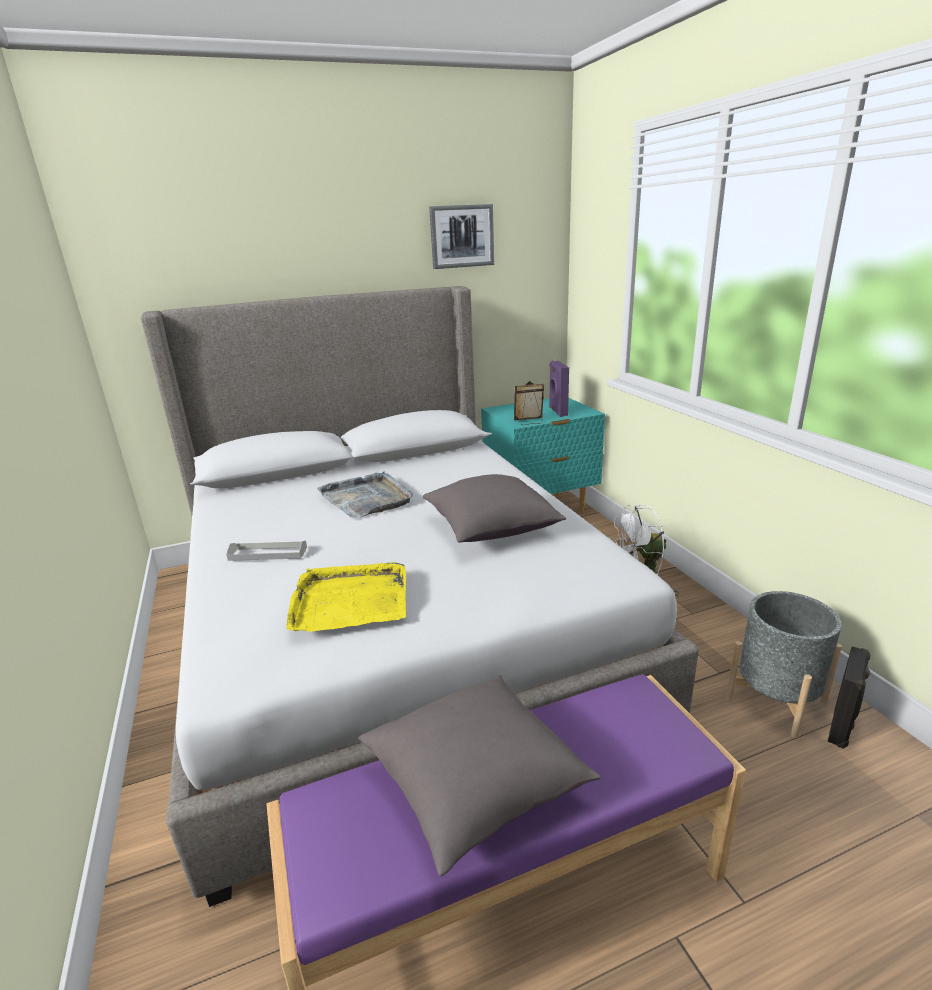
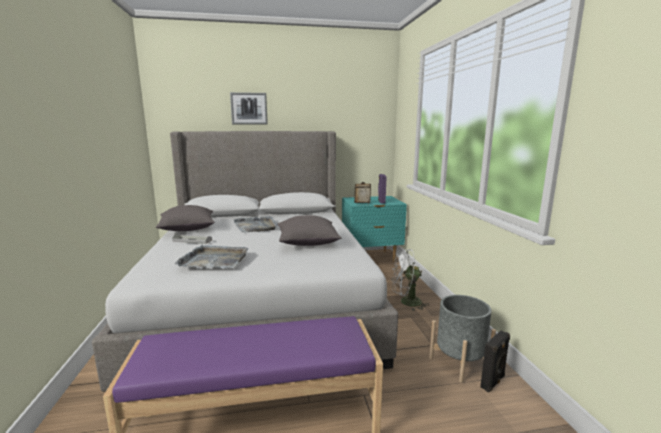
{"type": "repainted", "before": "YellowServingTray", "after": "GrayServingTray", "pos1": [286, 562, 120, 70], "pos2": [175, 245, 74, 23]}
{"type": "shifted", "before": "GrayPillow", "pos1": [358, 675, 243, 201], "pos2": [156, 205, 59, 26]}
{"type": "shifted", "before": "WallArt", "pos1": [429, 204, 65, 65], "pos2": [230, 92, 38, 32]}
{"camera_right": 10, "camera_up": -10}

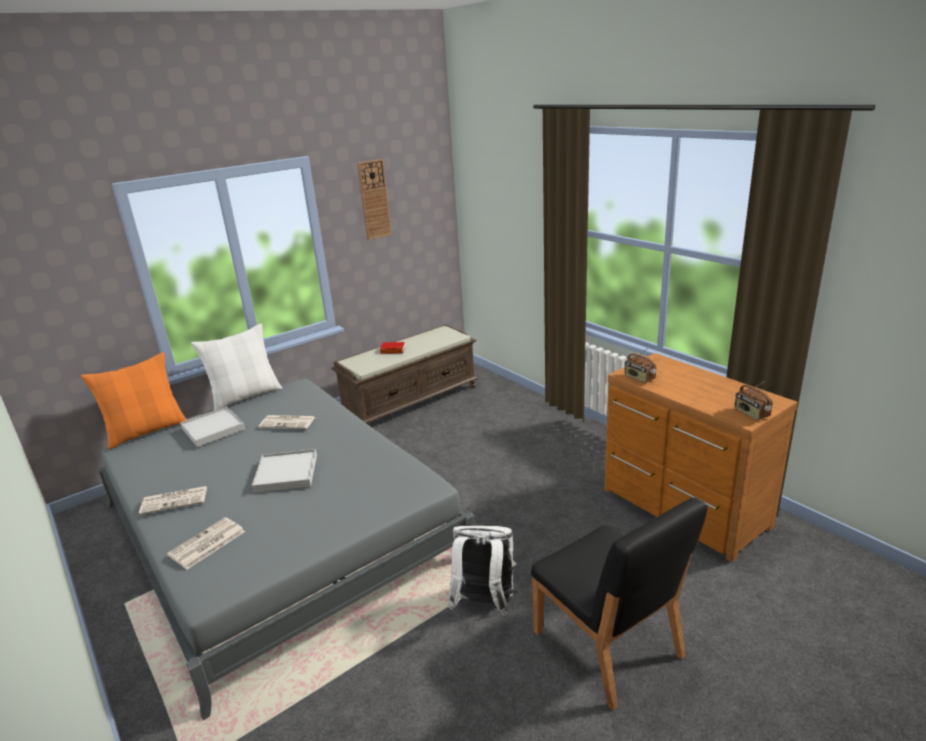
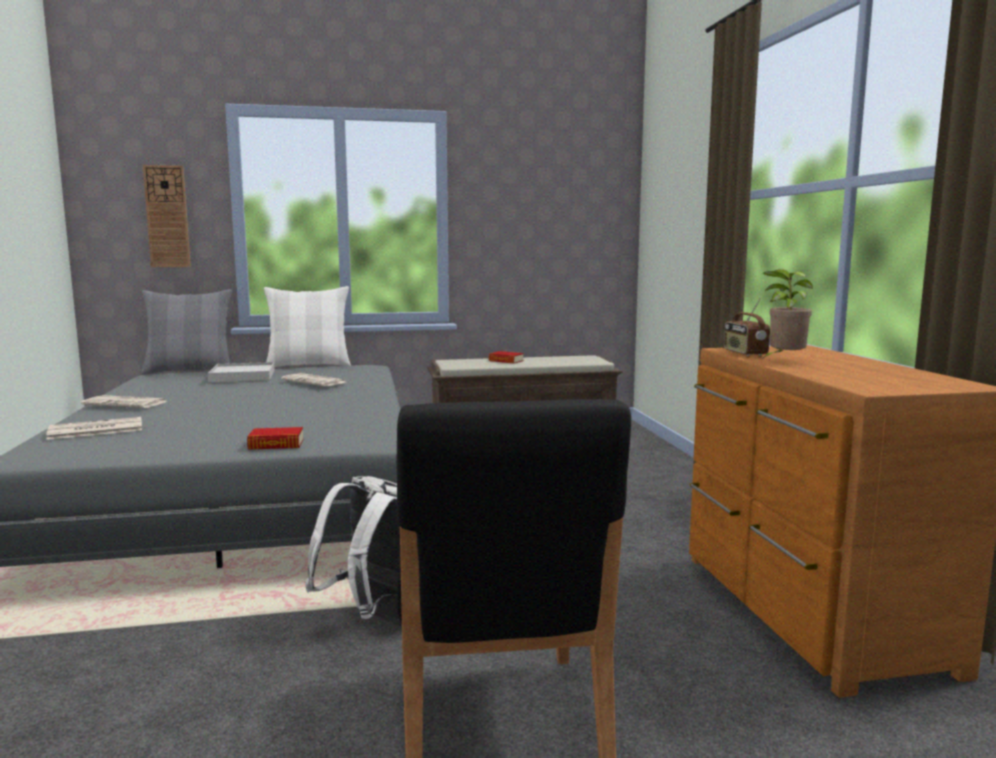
{"type": "repainted", "before": "OrangeyPillow", "after": "GrayPillow", "pos1": [81, 352, 106, 97], "pos2": [141, 289, 91, 86]}
{"type": "gone", "before": "WhitishServingTray", "pos1": [252, 449, 65, 44]}
{"type": "shifted", "before": "HangingClock", "pos1": [357, 159, 35, 81], "pos2": [143, 165, 48, 102]}
{"type": "gone", "before": "Radio", "pos1": [734, 380, 39, 40]}
{"type": "new", "after": "Volume", "pos2": [247, 427, 56, 23]}
{"type": "new", "after": "Houseplant", "pos2": [761, 269, 52, 91]}
{"camera_right": 25, "camera_up": -15}

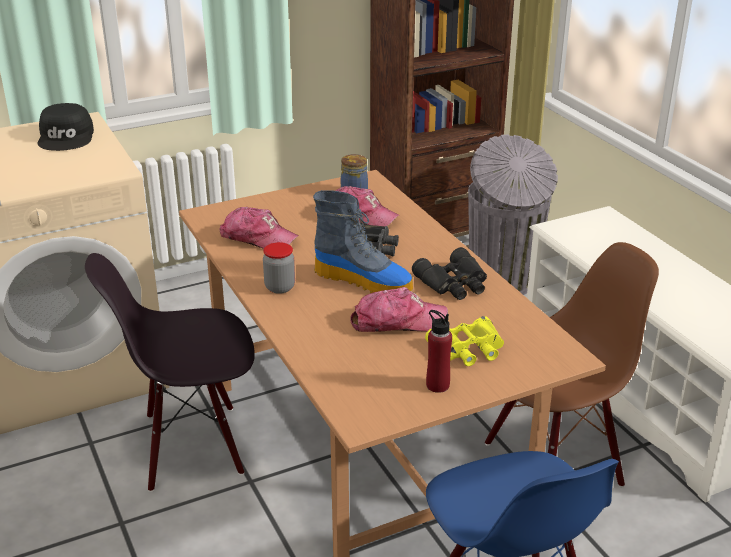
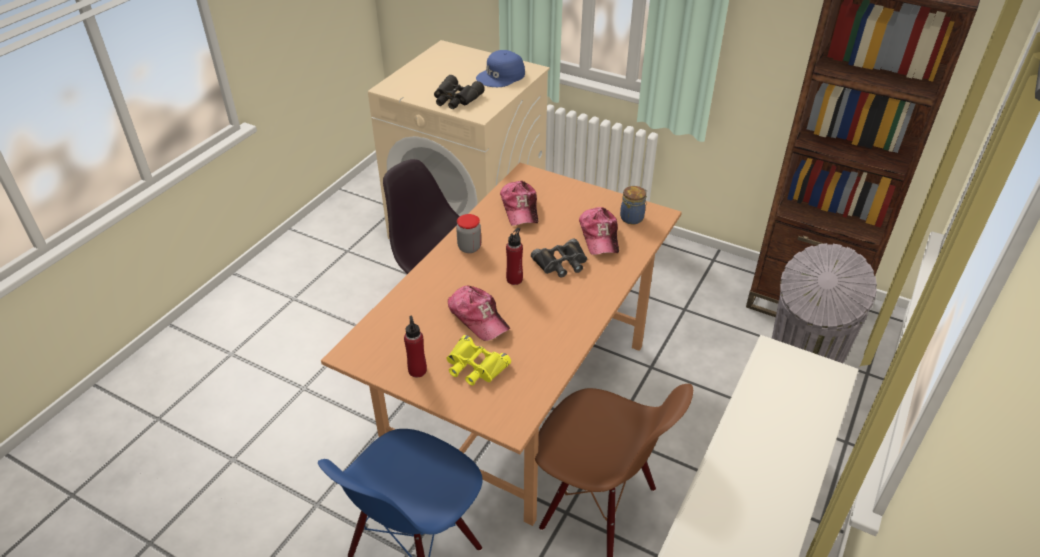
{"type": "repainted", "before": "BlackCap", "after": "BlueColouredCap", "pos1": [38, 103, 56, 48], "pos2": [476, 50, 49, 37]}
{"type": "swapped", "before": "TallBoot", "after": "RedColouredBeverageBottle", "pos1": [313, 190, 100, 103], "pos2": [506, 228, 17, 57]}
{"type": "shifted", "before": "BlackBinoculars", "pos1": [412, 247, 75, 53], "pos2": [434, 75, 51, 34]}
{"camera_right": 55, "camera_up": 10}

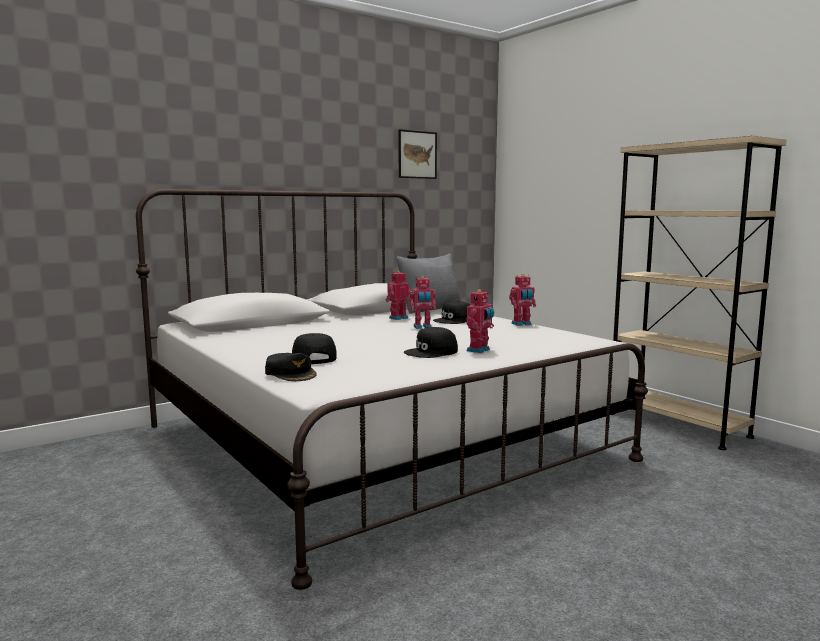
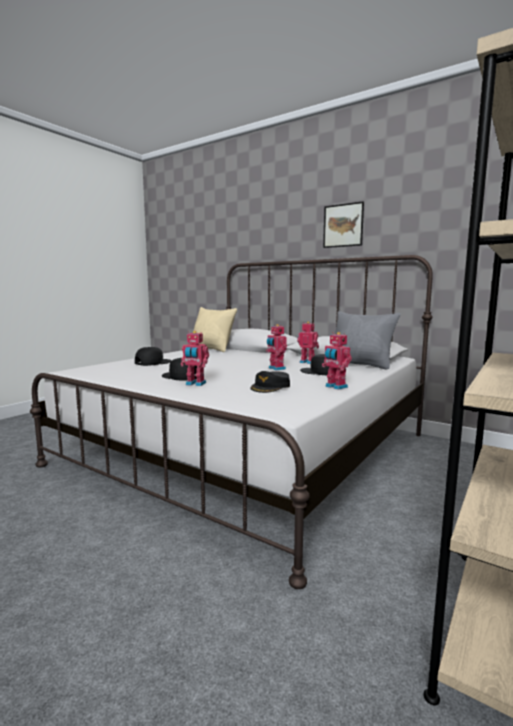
{"type": "shifted", "before": "BlackCap", "pos1": [265, 353, 52, 28], "pos2": [250, 371, 40, 22]}
{"type": "shifted", "before": "WallArt", "pos1": [399, 129, 38, 50], "pos2": [323, 201, 41, 47]}
{"type": "new", "after": "SandColouredPillow", "pos2": [194, 307, 43, 45]}
{"camera_right": 70, "camera_up": 0}

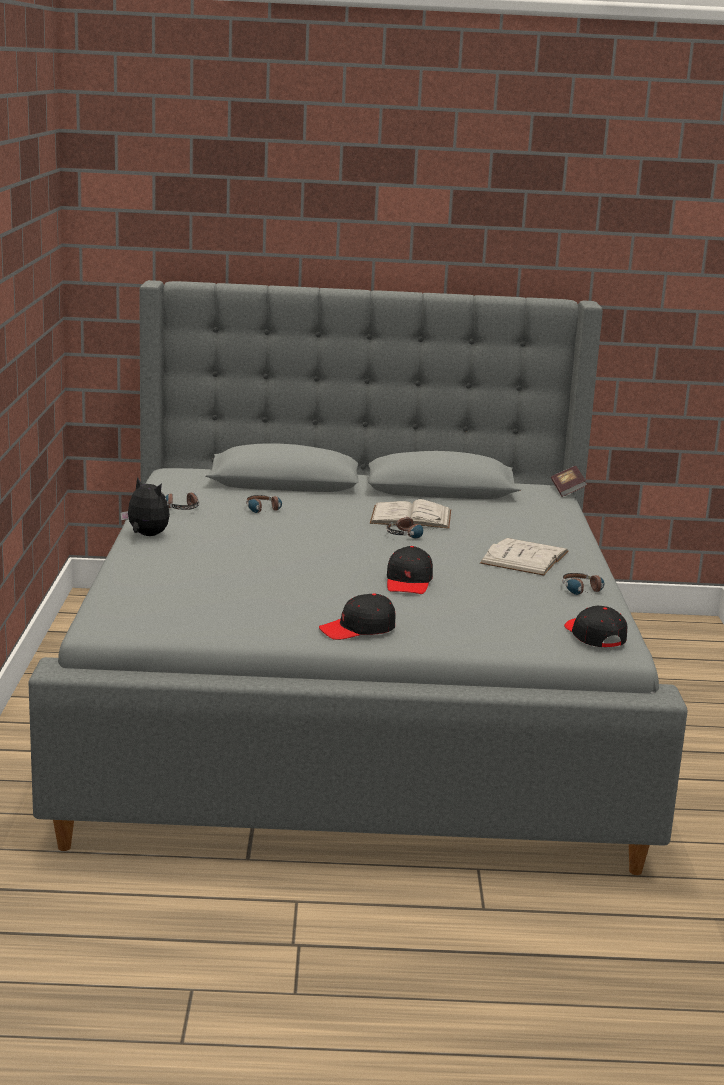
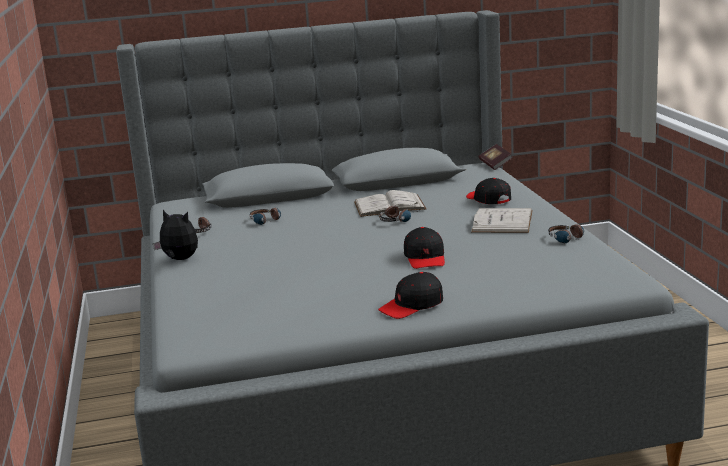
{"type": "shifted", "before": "BlackCap", "pos1": [564, 606, 63, 41], "pos2": [466, 178, 45, 26]}
{"camera_right": -10, "camera_up": 0}

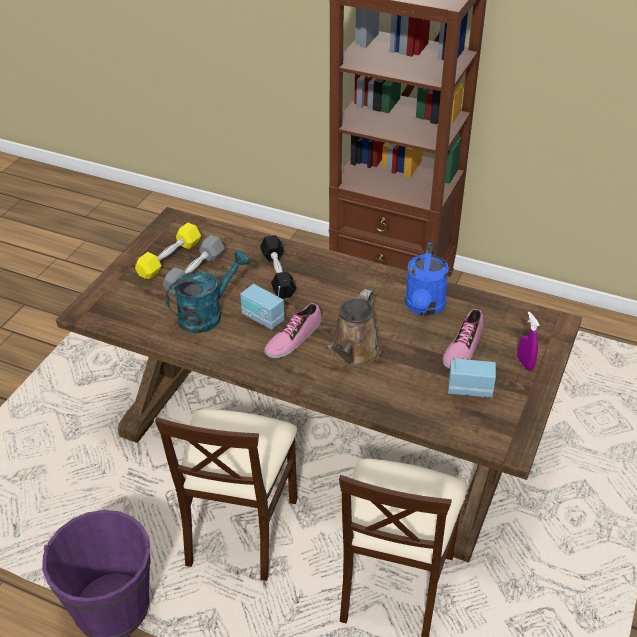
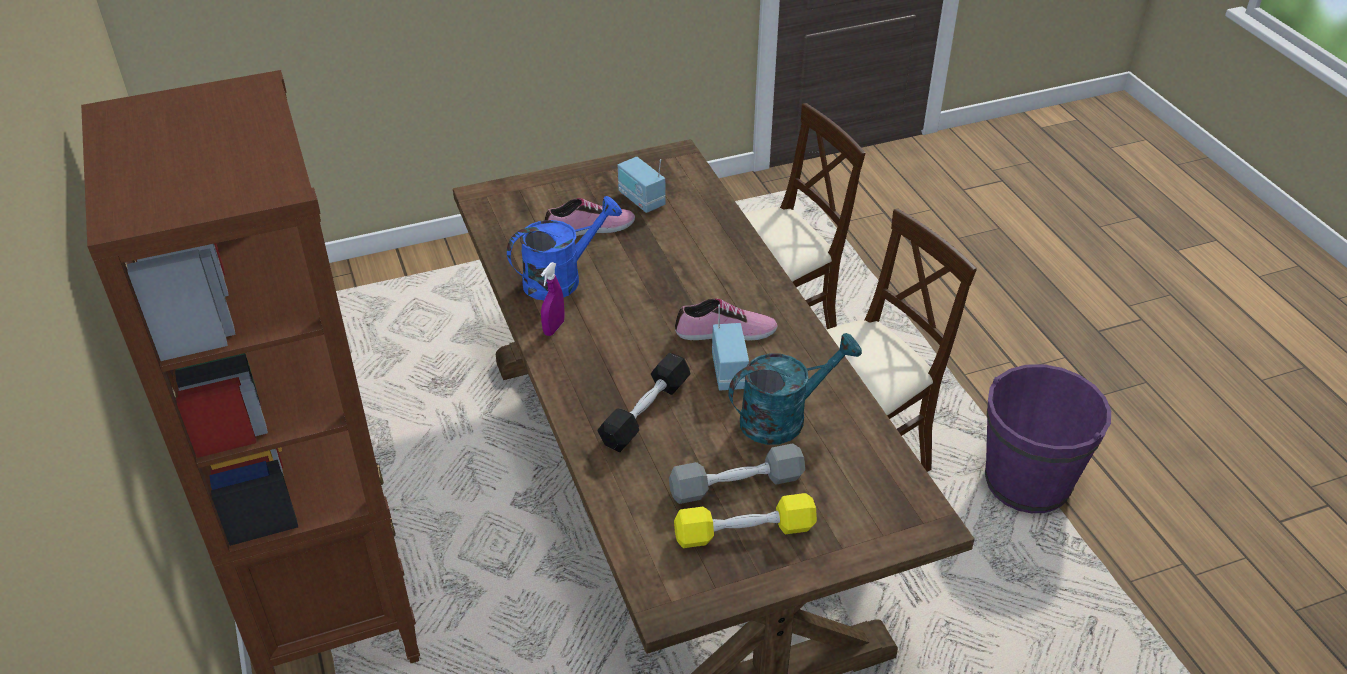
{"type": "rotated", "before": "BlueGreenWateringPot", "pos1": [166, 250, 84, 83], "pos2": [728, 333, 134, 112], "turn": 150}
{"type": "gone", "before": "BrownishWateringPot", "pos1": [326, 289, 56, 78]}
{"type": "shifted", "before": "PurpleHandSprayer", "pos1": [517, 312, 23, 59], "pos2": [541, 262, 24, 74]}
{"camera_right": -135, "camera_up": 0}

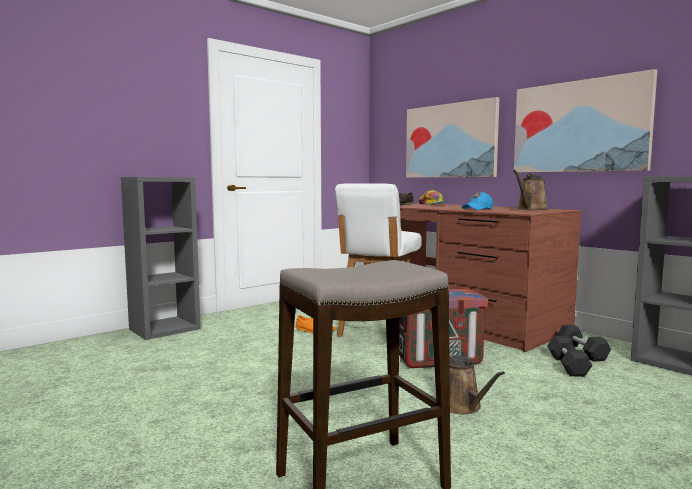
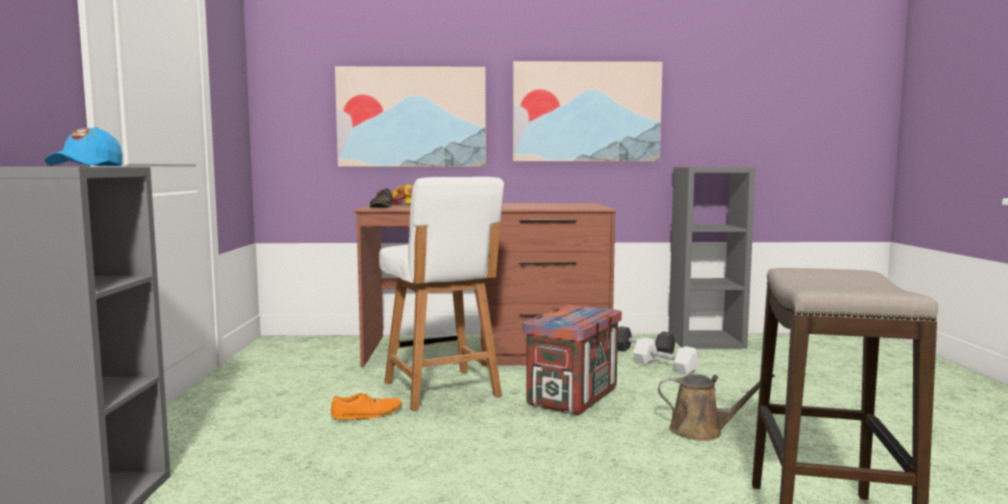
{"type": "shifted", "before": "BlueColouredCap", "pos1": [462, 192, 31, 18], "pos2": [45, 127, 78, 39]}
{"type": "gone", "before": "BrownishWateringPot", "pos1": [513, 170, 35, 40]}
{"type": "repainted", "before": "BlackFreeWeight", "after": "WhitishFreeWeight", "pos1": [547, 336, 46, 41], "pos2": [633, 338, 66, 37]}
{"camera_right": -50, "camera_up": 0}

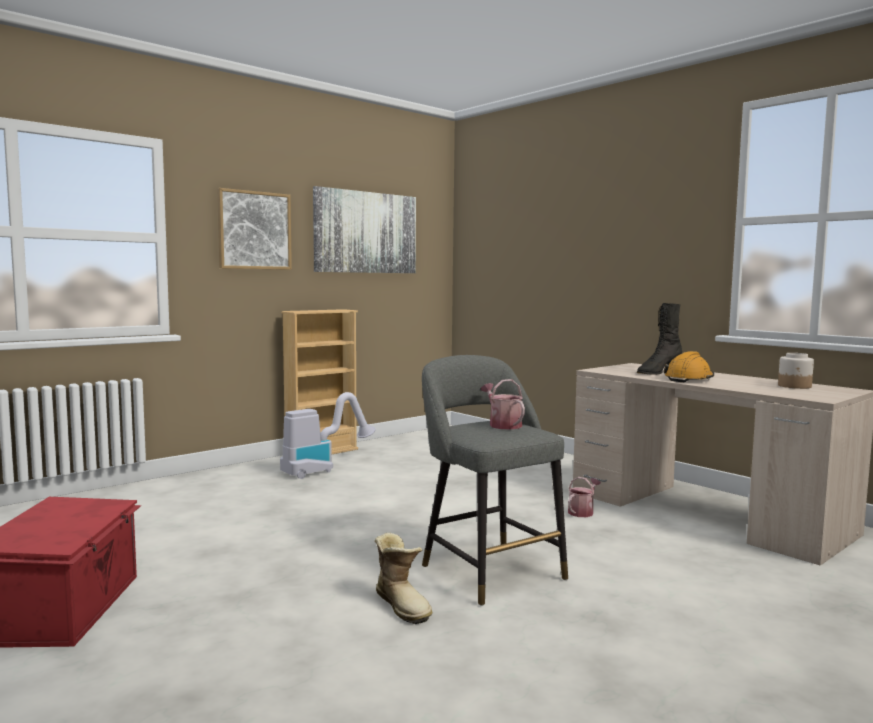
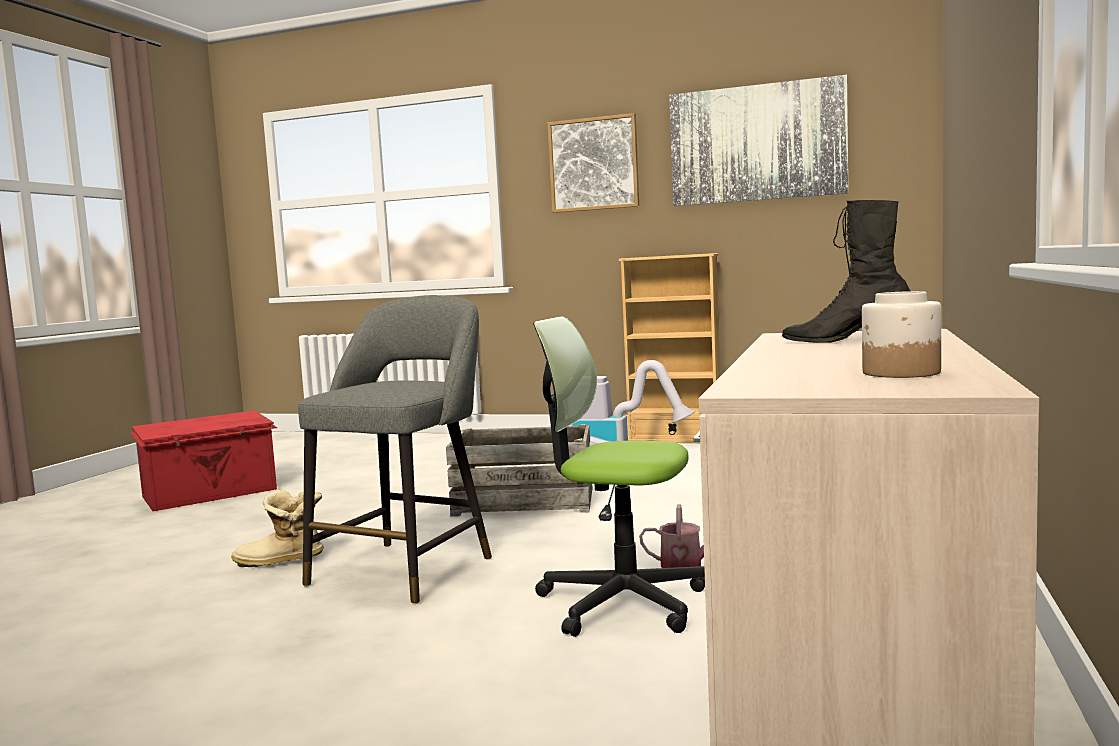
{"type": "rotated", "before": "TallBoot", "pos1": [374, 533, 58, 91], "pos2": [231, 490, 93, 77], "turn": 60}
{"type": "gone", "before": "WateringPot", "pos1": [481, 379, 44, 51]}
{"type": "gone", "before": "OrangeyHardHat", "pos1": [663, 351, 51, 31]}
{"type": "new", "after": "ShippingCrate", "pos2": [446, 424, 146, 93]}
{"type": "new", "after": "ComputerChair", "pos2": [533, 317, 172, 320]}
{"camera_right": 60, "camera_up": 0}

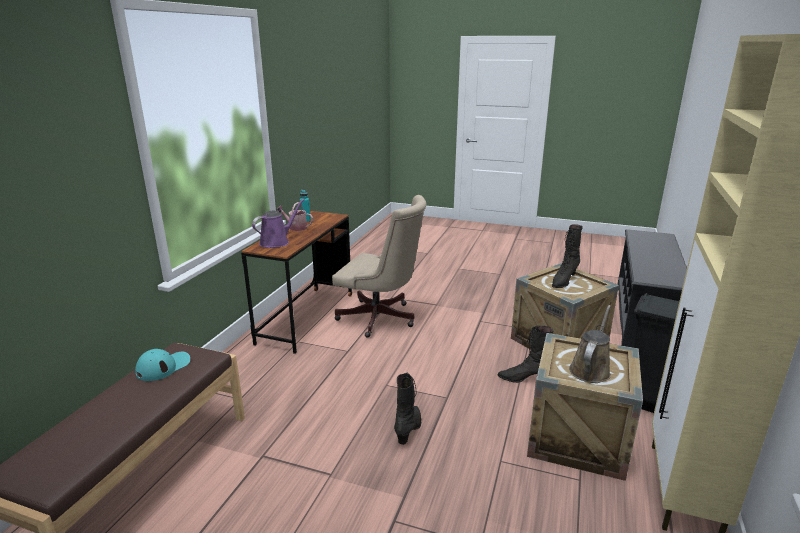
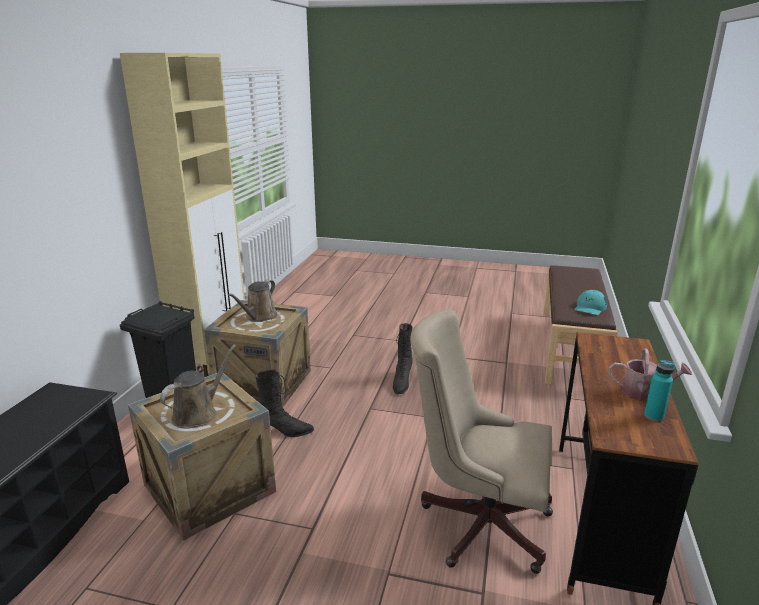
{"type": "gone", "before": "PurpleWateringPot", "pos1": [252, 199, 53, 49]}
{"type": "swapped", "before": "BlackTallBoot", "after": "BrownishWateringPot", "pos1": [552, 224, 31, 64], "pos2": [160, 344, 76, 85]}
{"camera_right": 175, "camera_up": 0}

